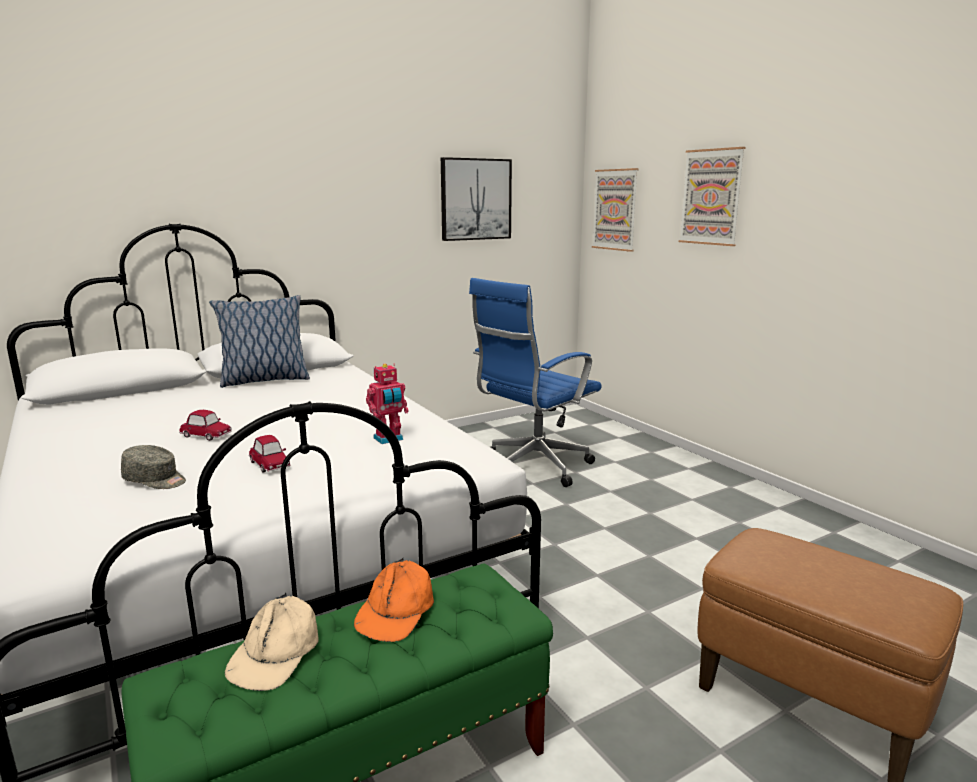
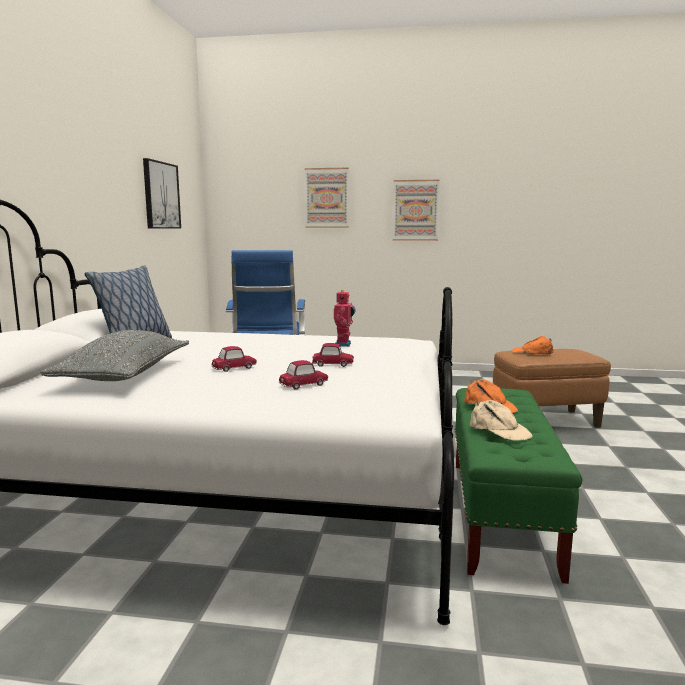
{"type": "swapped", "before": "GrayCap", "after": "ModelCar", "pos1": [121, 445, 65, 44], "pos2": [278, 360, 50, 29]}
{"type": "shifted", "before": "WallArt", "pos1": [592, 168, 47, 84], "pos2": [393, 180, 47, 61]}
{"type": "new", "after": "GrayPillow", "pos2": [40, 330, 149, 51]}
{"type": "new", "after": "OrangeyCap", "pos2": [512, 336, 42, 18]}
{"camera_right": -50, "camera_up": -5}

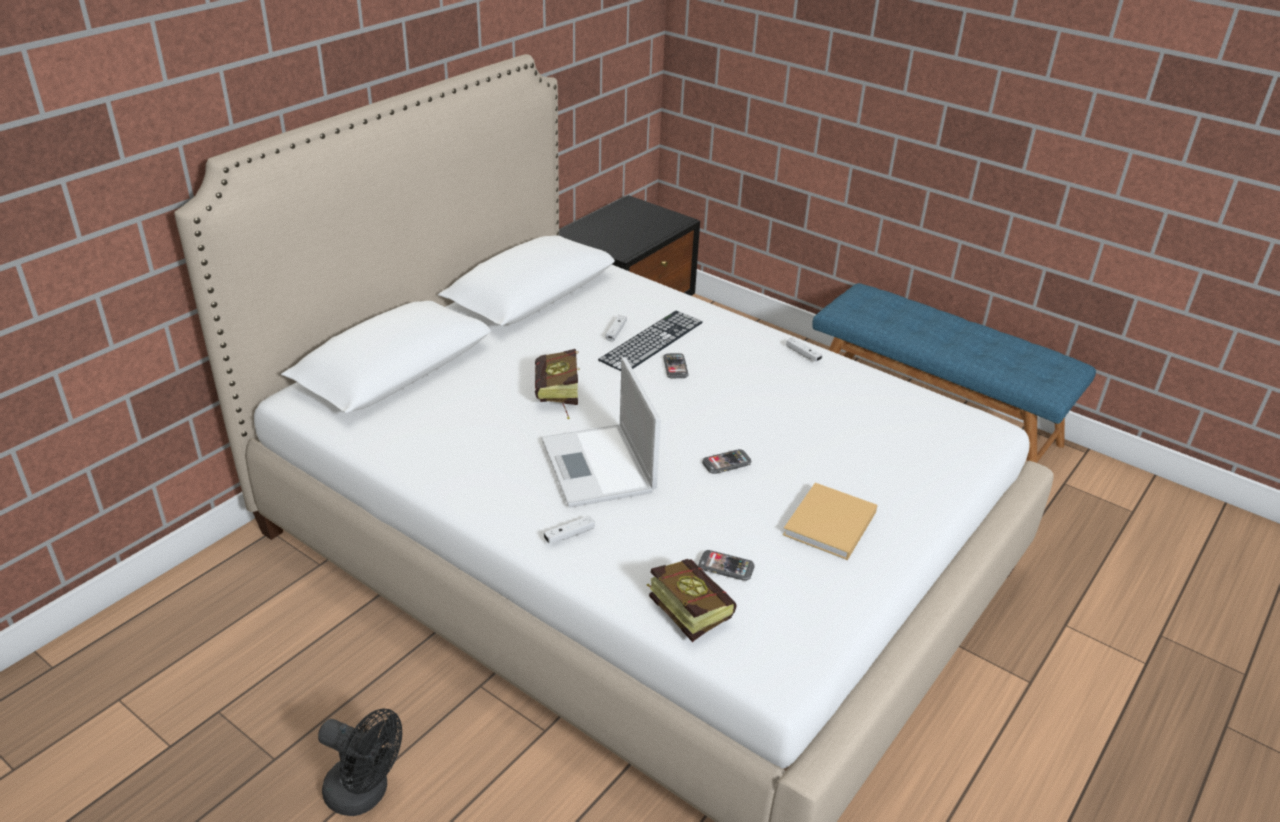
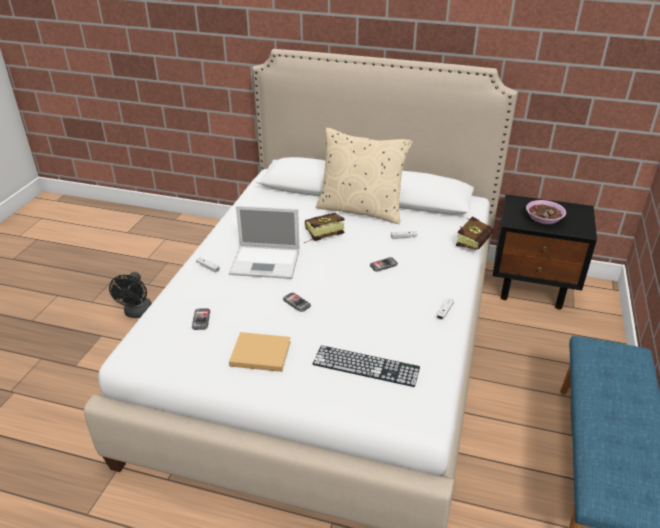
{"type": "rotated", "before": "PortableComputer", "pos1": [541, 357, 120, 151], "pos2": [229, 206, 70, 73], "turn": -135}
{"type": "shifted", "before": "ComputerKeyboard", "pos1": [598, 311, 105, 60], "pos2": [312, 345, 108, 42]}
{"type": "shifted", "before": "Volume", "pos1": [646, 559, 91, 83], "pos2": [456, 217, 38, 33]}
{"type": "new", "after": "SandColouredPillow", "pos2": [316, 128, 97, 96]}
{"type": "new", "after": "Bowl", "pos2": [526, 200, 40, 24]}
{"camera_right": 70, "camera_up": 0}

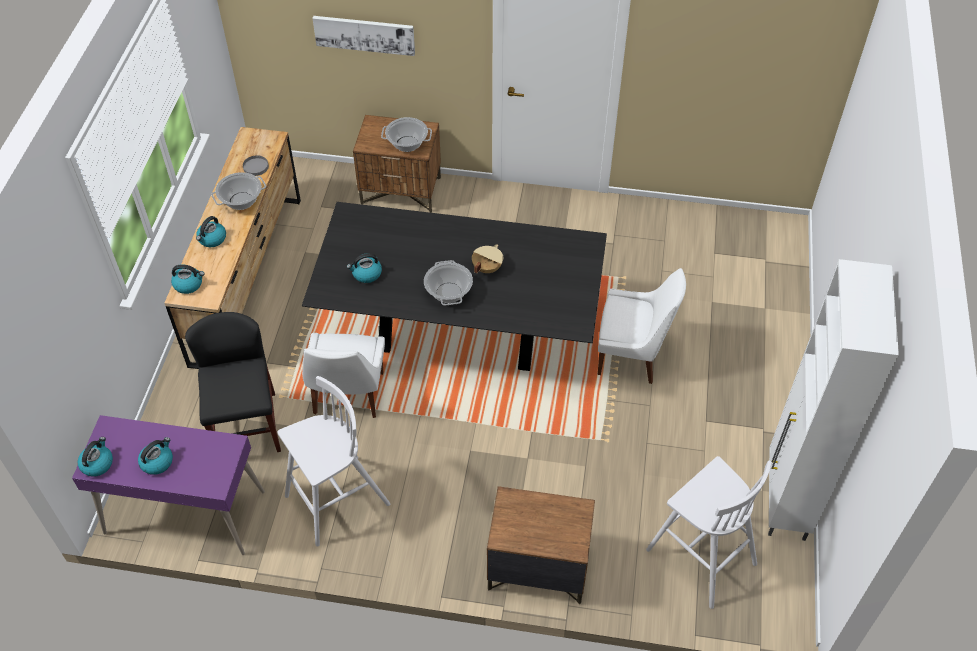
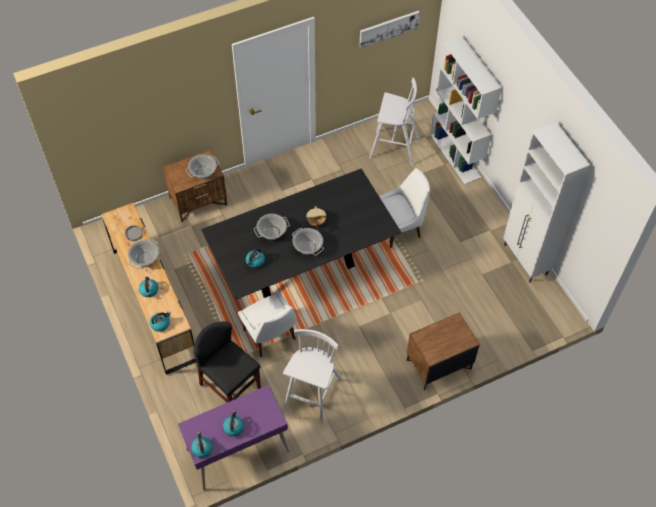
{"type": "shifted", "before": "WallArt", "pos1": [312, 16, 103, 40], "pos2": [359, 11, 61, 37]}
{"type": "shifted", "before": "WhitishSittingStool", "pos1": [646, 456, 126, 153], "pos2": [370, 78, 50, 88]}
{"type": "new", "after": "Saucepot", "pos2": [254, 214, 36, 26]}
{"type": "new", "after": "WhitishBookcase", "pos2": [430, 36, 72, 148]}
{"camera_right": -35, "camera_up": 5}

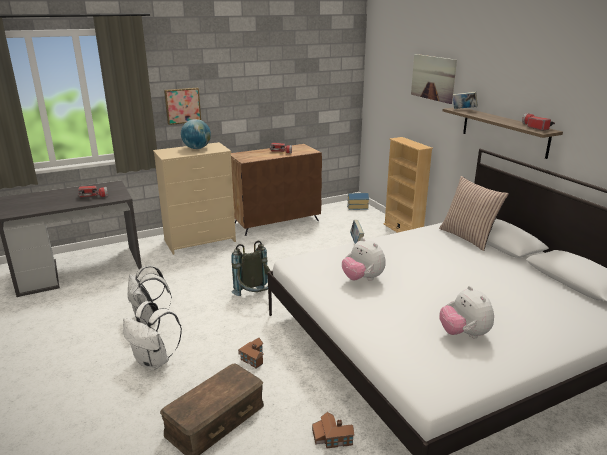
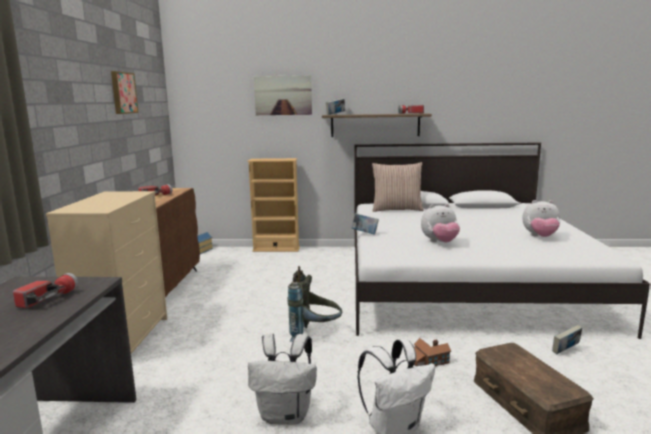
{"type": "shifted", "before": "WallArt", "pos1": [164, 88, 37, 37], "pos2": [111, 71, 28, 43]}
{"type": "gone", "before": "DeskGlobe", "pos1": [181, 119, 30, 30]}
{"type": "swapped", "before": "ToyHouse", "after": "Volume", "pos1": [312, 412, 43, 36], "pos2": [552, 325, 30, 29]}
{"camera_right": -60, "camera_up": -10}

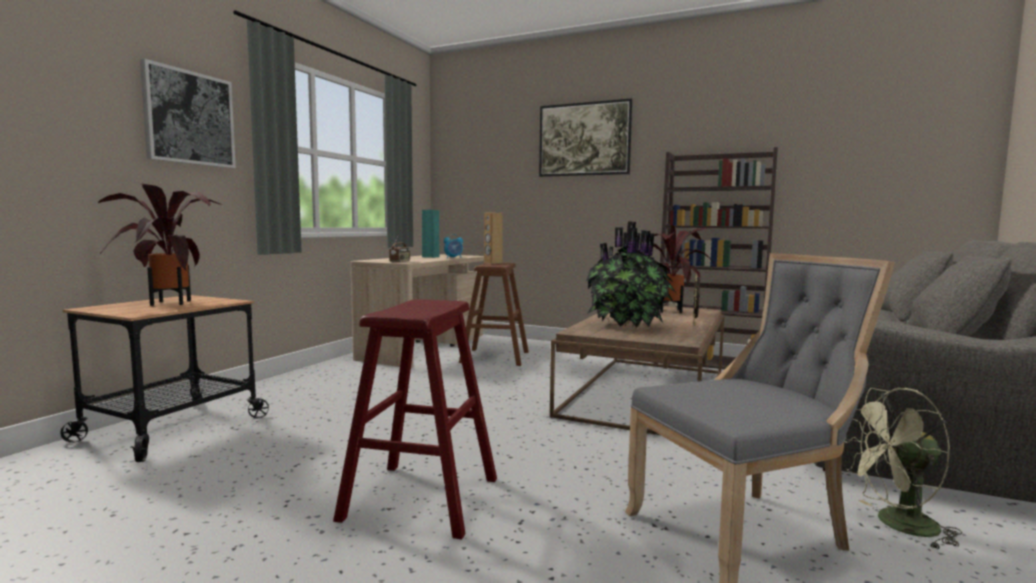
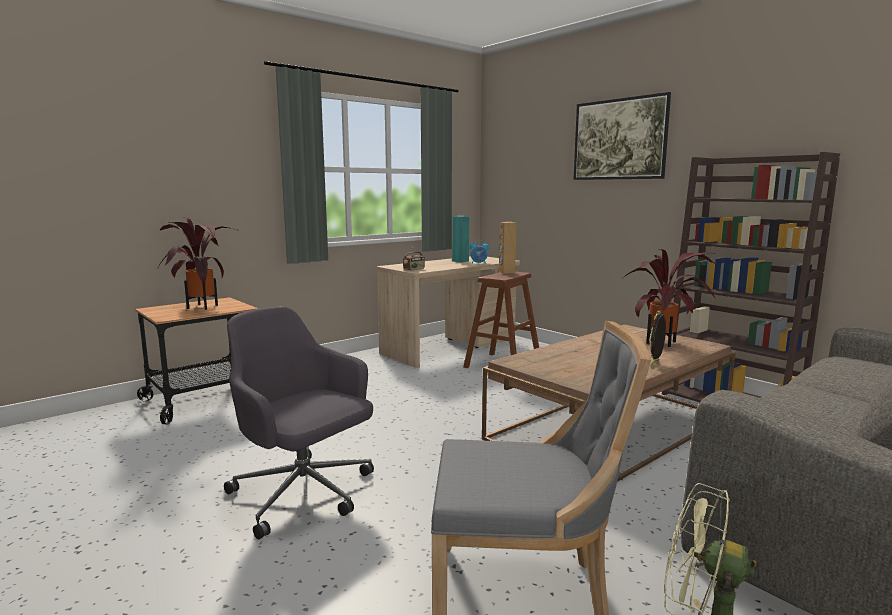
{"type": "gone", "before": "WallArt", "pos1": [140, 59, 96, 109]}
{"type": "swapped", "before": "RedColouredSittingStool", "after": "GrayComputerChair", "pos1": [333, 299, 164, 240], "pos2": [224, 307, 150, 232]}
{"type": "gone", "before": "Houseplant", "pos1": [586, 221, 90, 107]}
{"camera_right": 25, "camera_up": 5}

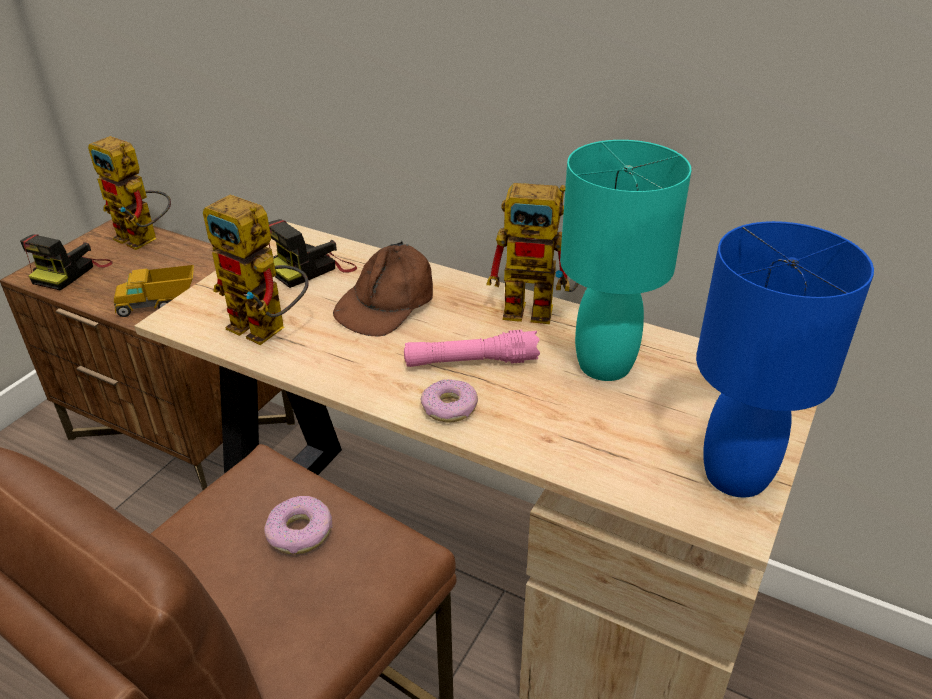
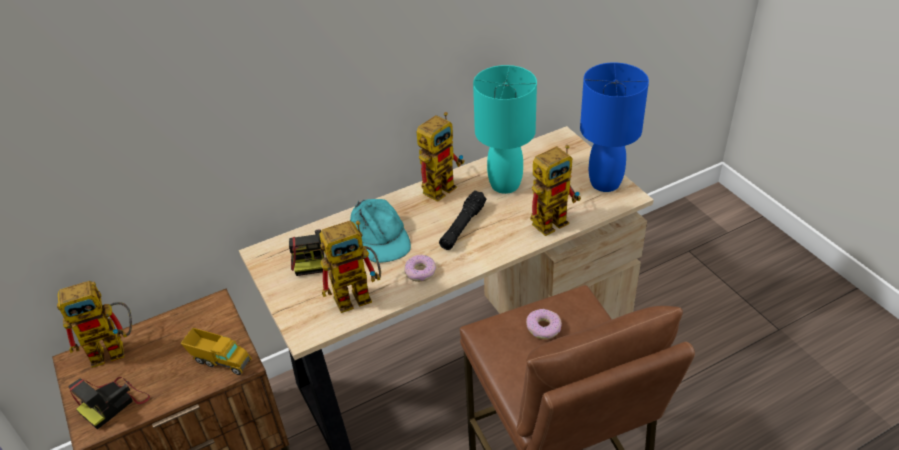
{"type": "rotated", "before": "PhotoCamera", "pos1": [20, 234, 93, 57], "pos2": [68, 377, 82, 52], "turn": 75}
{"type": "rotated", "before": "ToyLorry", "pos1": [114, 265, 80, 52], "pos2": [181, 328, 71, 47], "turn": -90}
{"type": "repainted", "before": "BrownishCap", "after": "BlueGreenCap", "pos1": [333, 241, 100, 96], "pos2": [350, 199, 61, 64]}
{"type": "repainted", "before": "PinkishFlashlight", "after": "BlackFlashlight", "pos1": [404, 330, 136, 37], "pos2": [439, 190, 47, 60]}
{"type": "shifted", "before": "Donut", "pos1": [421, 379, 57, 43], "pos2": [404, 255, 32, 27]}
{"type": "new", "after": "ModelRobot", "pos2": [530, 145, 51, 91]}
{"camera_right": -55, "camera_up": 5}

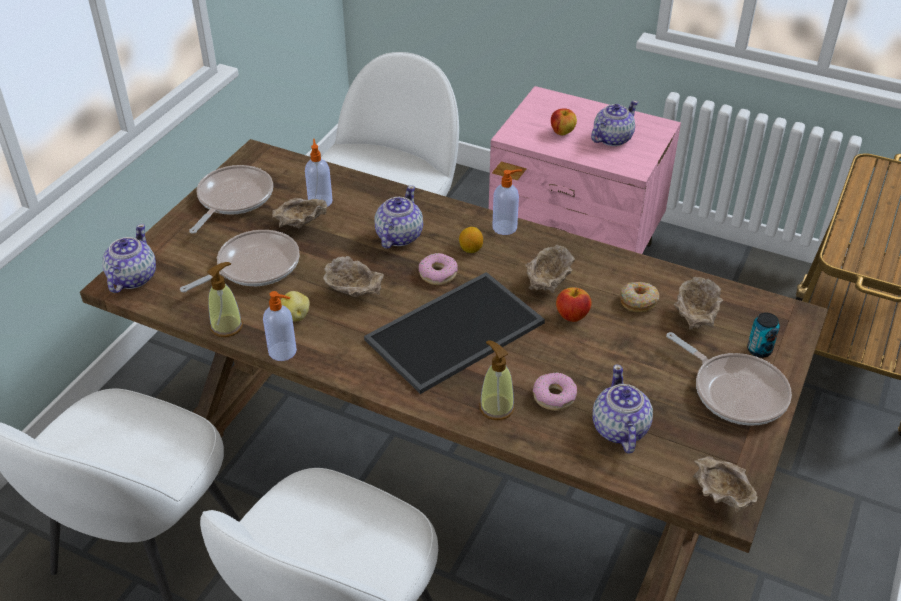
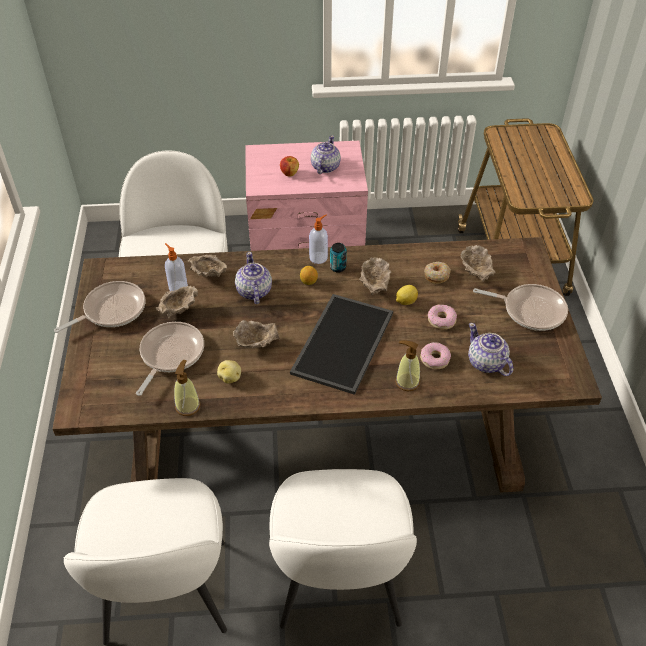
{"type": "gone", "before": "TeaPot", "pos1": [102, 224, 54, 69]}
{"type": "rotated", "before": "FryingPan", "pos1": [189, 165, 84, 69], "pos2": [54, 281, 91, 52], "turn": 60}
{"type": "gone", "before": "SoapDispenser", "pos1": [263, 291, 34, 70]}
{"type": "shifted", "before": "Donut", "pos1": [419, 253, 39, 32], "pos2": [428, 305, 29, 25]}
{"type": "swapped", "before": "Apple", "after": "Lemon", "pos1": [556, 287, 36, 35], "pos2": [396, 285, 22, 20]}
{"type": "shifted", "before": "SandColouredBowl", "pos1": [693, 456, 64, 56], "pos2": [188, 255, 39, 22]}
{"type": "shifted", "before": "Can", "pos1": [747, 313, 33, 45], "pos2": [330, 243, 17, 30]}
{"camera_right": -30, "camera_up": 5}

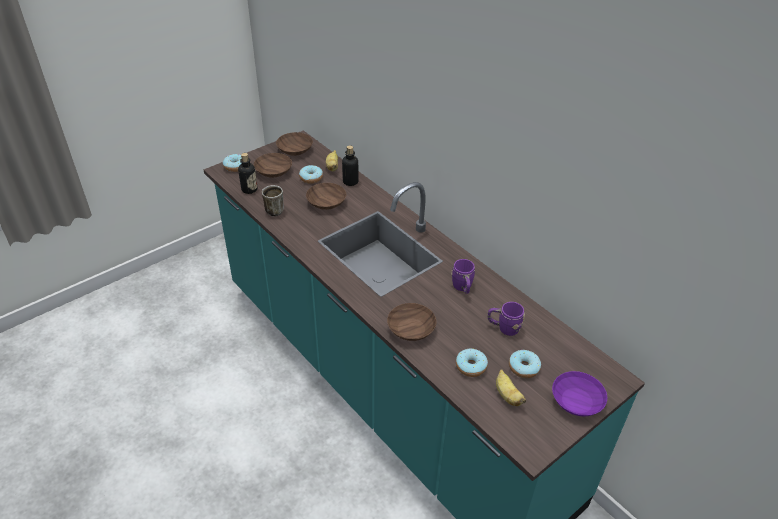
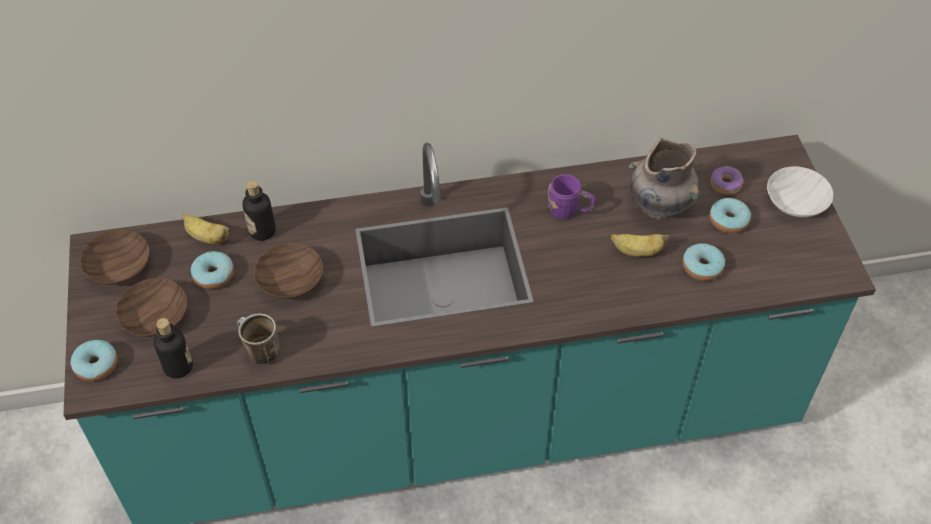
{"type": "gone", "before": "BrownishBowl", "pos1": [387, 303, 49, 38]}
{"type": "swapped", "before": "PurpleTeaMug", "after": "GrayVase", "pos1": [487, 302, 38, 34], "pos2": [628, 138, 73, 82]}
{"type": "shifted", "before": "BananaFruit", "pos1": [496, 369, 30, 37], "pos2": [611, 234, 58, 23]}
{"type": "repainted", "before": "PurpleBowl", "after": "WhitishBowl", "pos1": [552, 371, 55, 46], "pos2": [767, 167, 66, 50]}
{"type": "new", "after": "Donut", "pos2": [710, 166, 34, 29]}
{"camera_right": -60, "camera_up": 10}

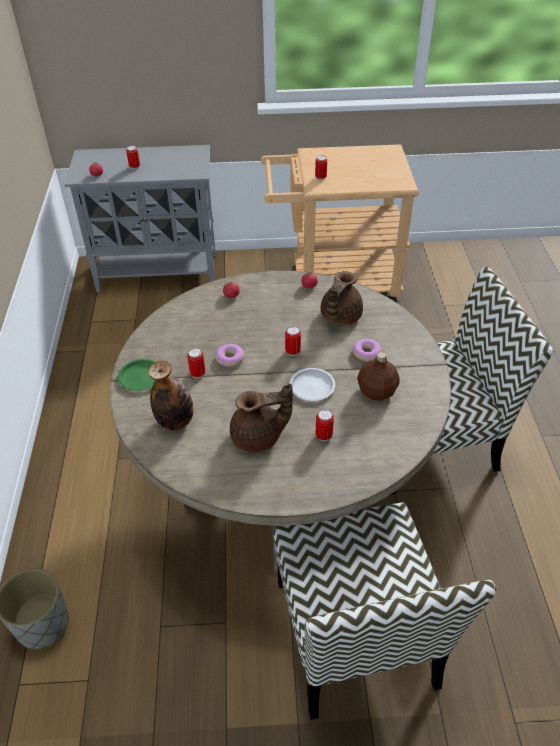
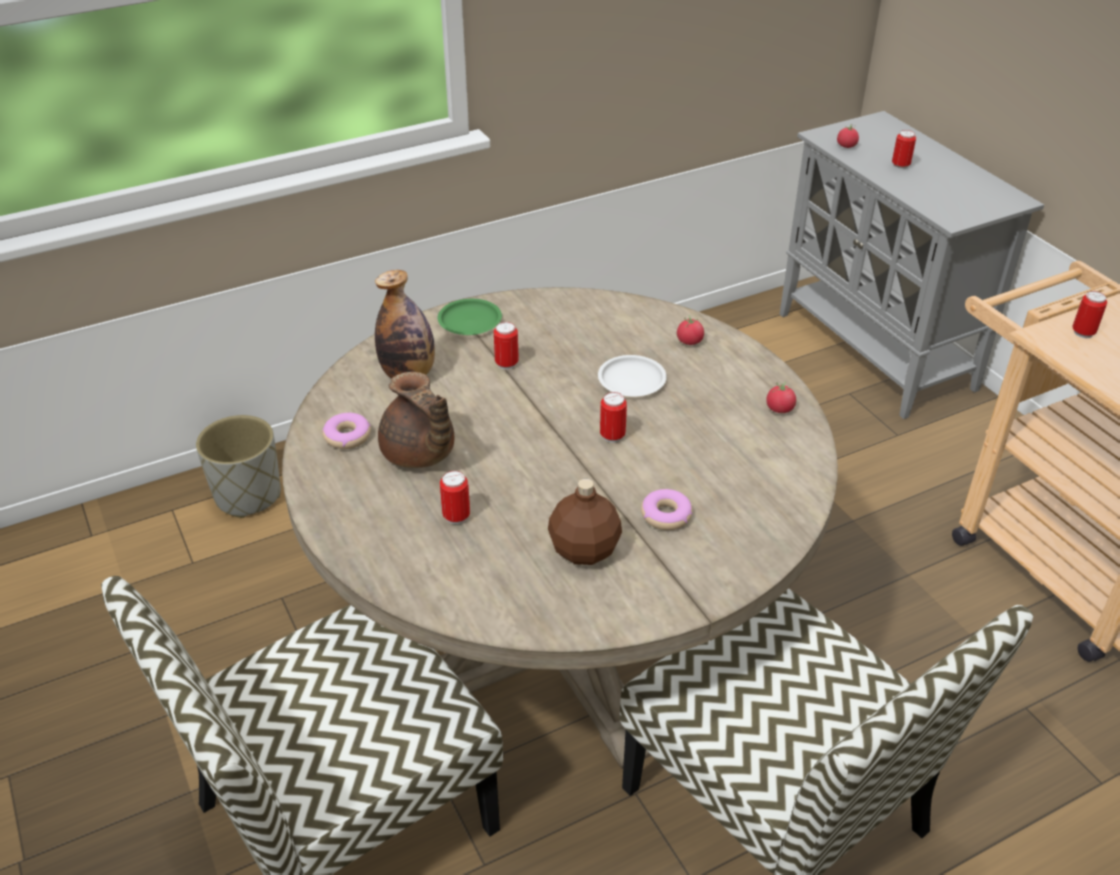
{"type": "shifted", "before": "Donut", "pos1": [215, 344, 29, 23], "pos2": [322, 413, 49, 36]}
{"type": "shifted", "before": "WhitishPlate", "pos1": [290, 368, 45, 33], "pos2": [598, 355, 69, 42]}
{"type": "gone", "before": "BrownishTeaPot", "pos1": [320, 271, 43, 55]}
{"camera_right": 65, "camera_up": -5}

